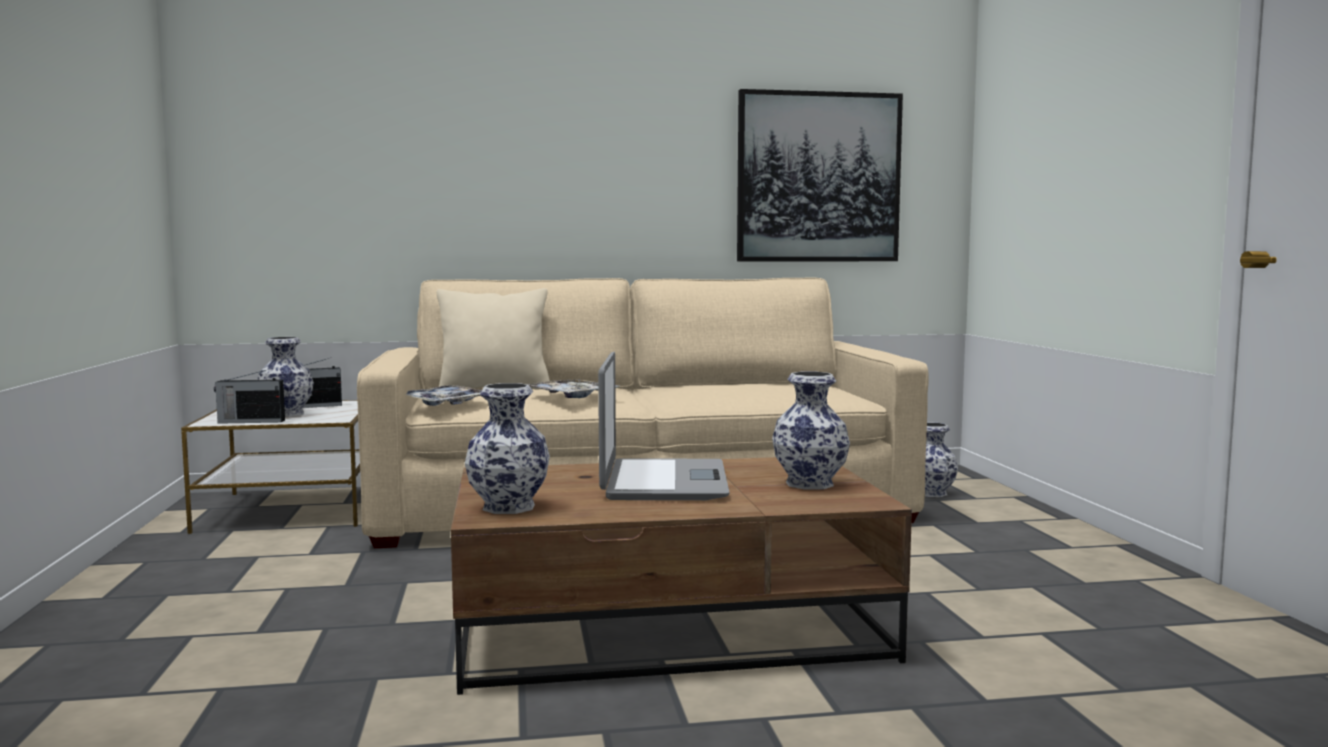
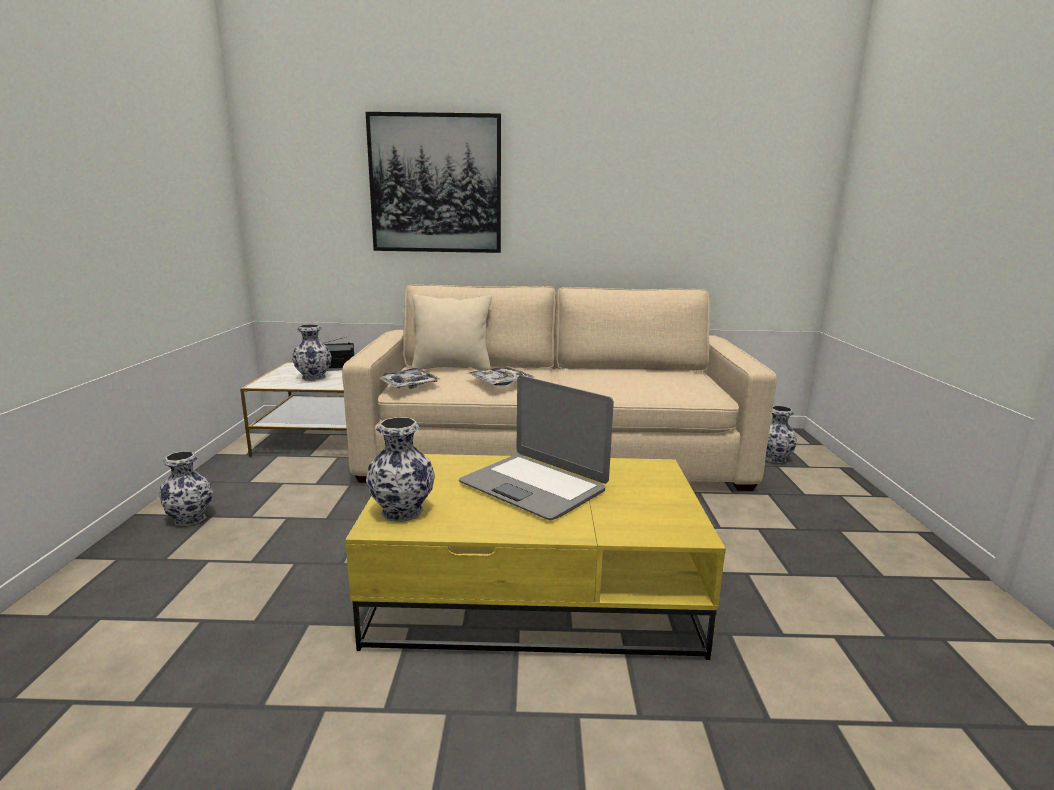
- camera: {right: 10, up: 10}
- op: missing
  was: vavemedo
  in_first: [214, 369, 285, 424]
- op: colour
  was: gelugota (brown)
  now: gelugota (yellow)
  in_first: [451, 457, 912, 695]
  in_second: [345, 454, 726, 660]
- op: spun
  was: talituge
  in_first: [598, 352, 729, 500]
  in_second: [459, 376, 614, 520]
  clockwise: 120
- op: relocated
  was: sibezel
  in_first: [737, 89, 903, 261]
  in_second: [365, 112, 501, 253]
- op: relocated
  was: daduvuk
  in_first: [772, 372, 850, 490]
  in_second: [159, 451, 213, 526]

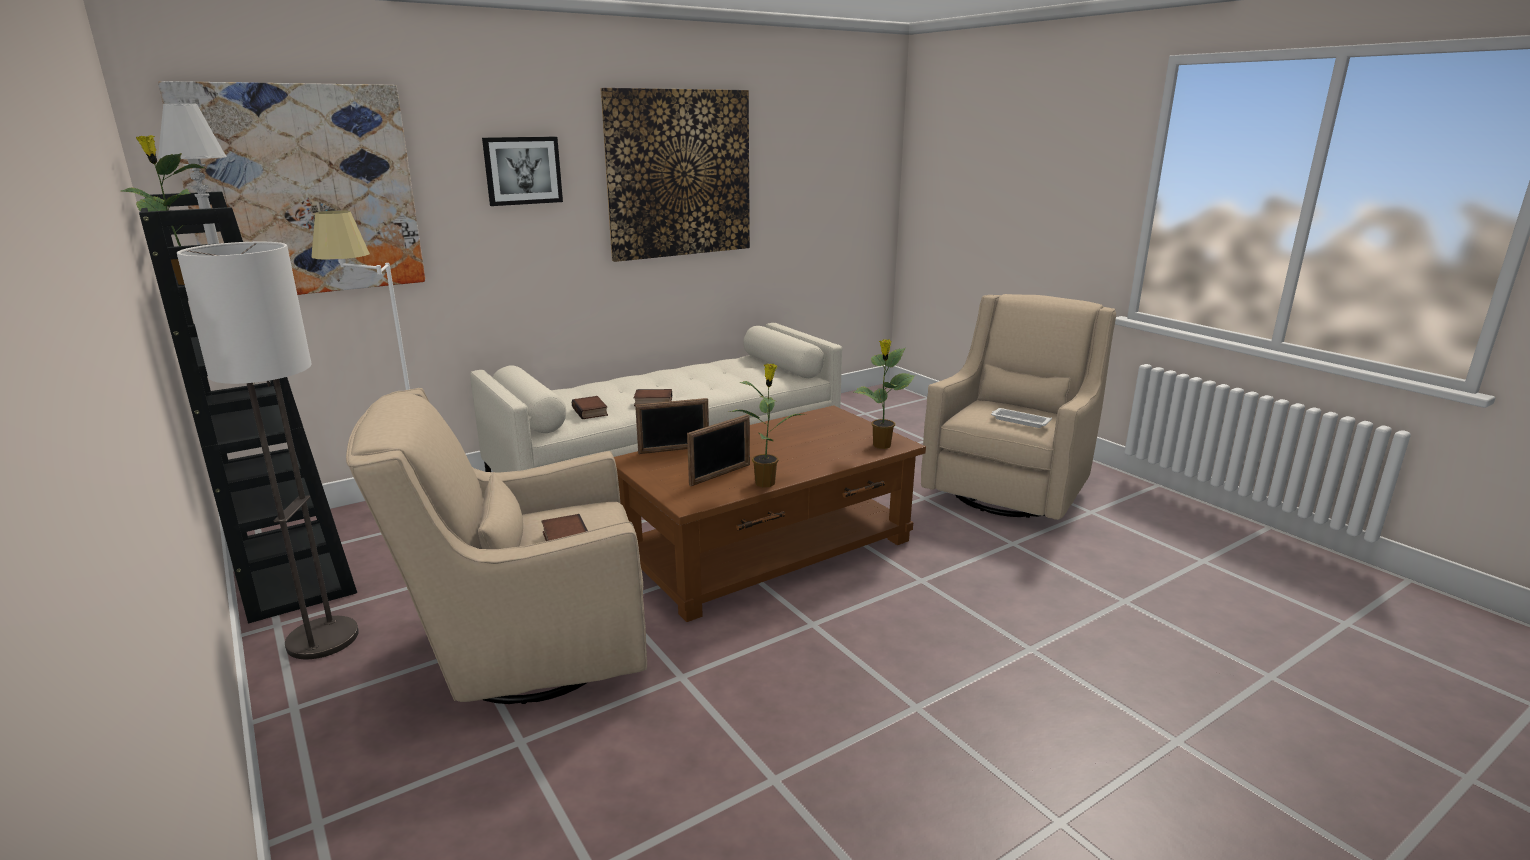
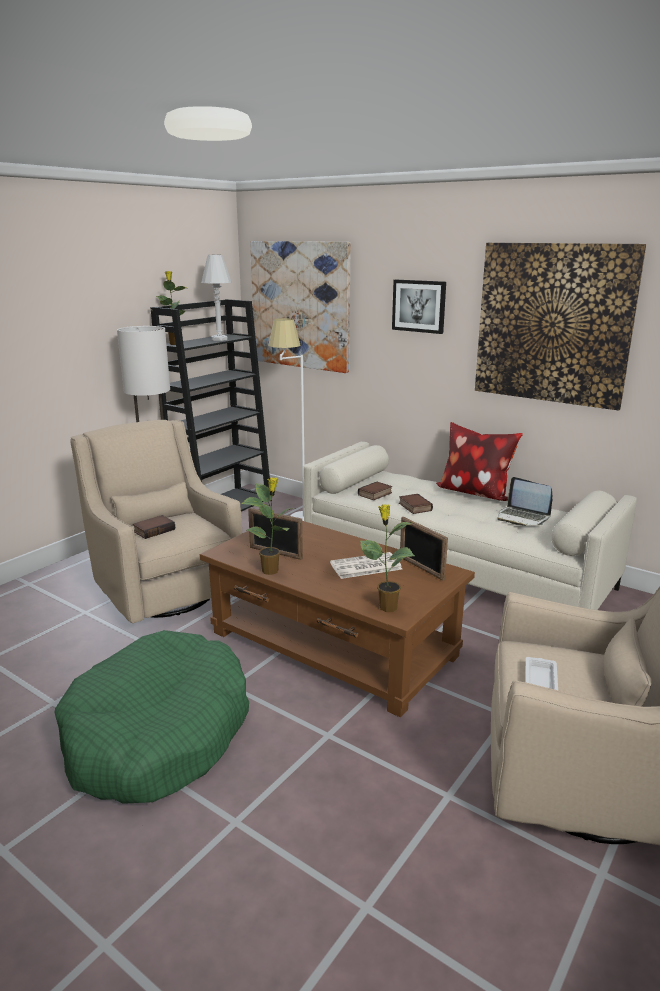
- camera: {right: 70, up: 0}
- op: relocated
  was: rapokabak
  in_first: [635, 398, 709, 454]
  in_second: [400, 517, 448, 581]
- op: appeared
  now: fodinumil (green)
  in_second: [54, 630, 249, 804]
- op: appeared
  now: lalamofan
  in_second: [330, 552, 402, 579]
- op: appeared
  now: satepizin
  in_second: [436, 422, 523, 501]
- op: appeared
  now: talituge
  in_second: [497, 477, 552, 526]

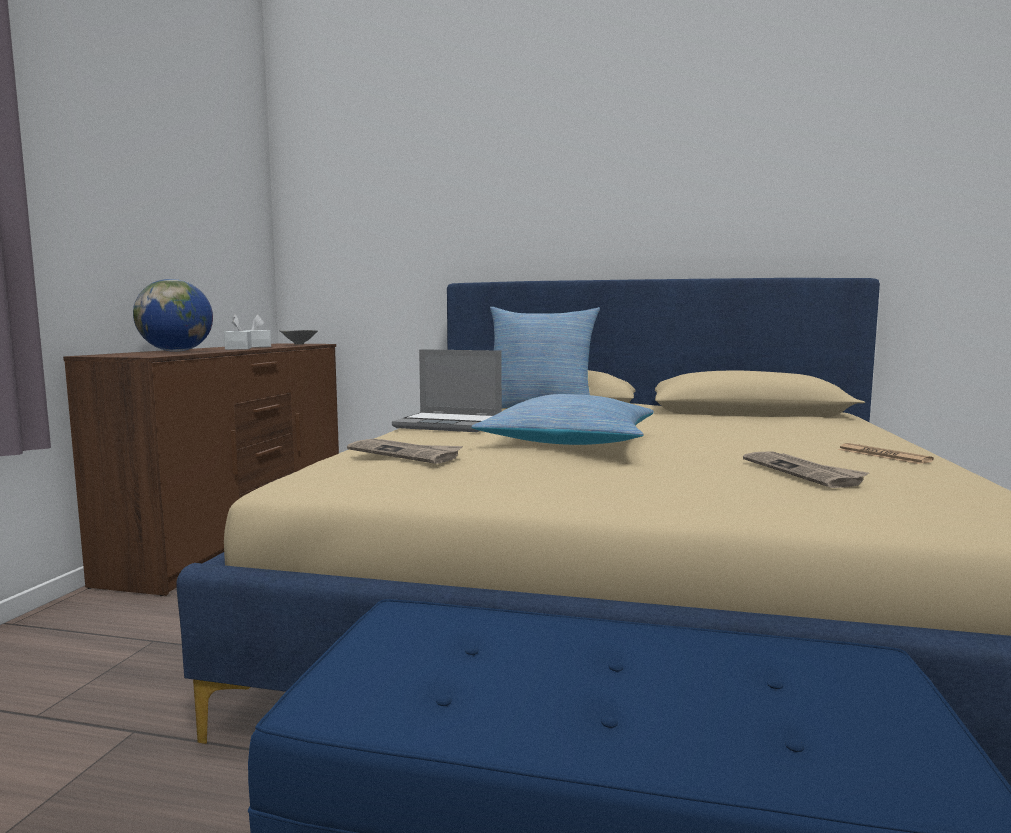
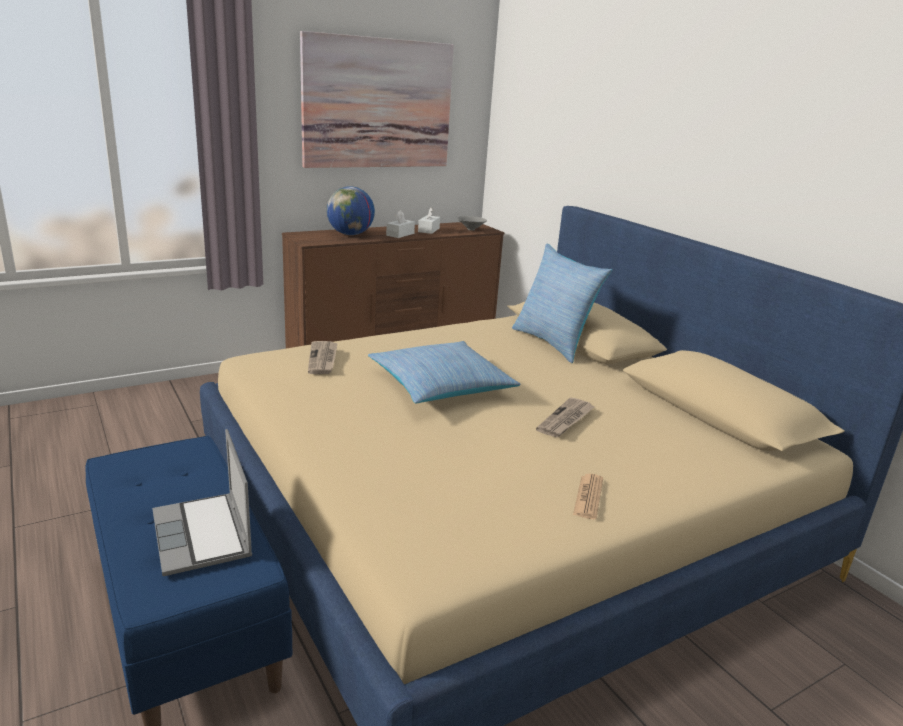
- camera: {right: 45, up: 15}
- op: relocated
  was: talituge
  in_first: [392, 349, 502, 432]
  in_second: [152, 429, 252, 576]
- op: relocated
  was: lalamofan
  in_first: [743, 452, 869, 488]
  in_second: [536, 397, 594, 438]
- op: appeared
  now: sibezel
  in_second: [300, 31, 454, 168]

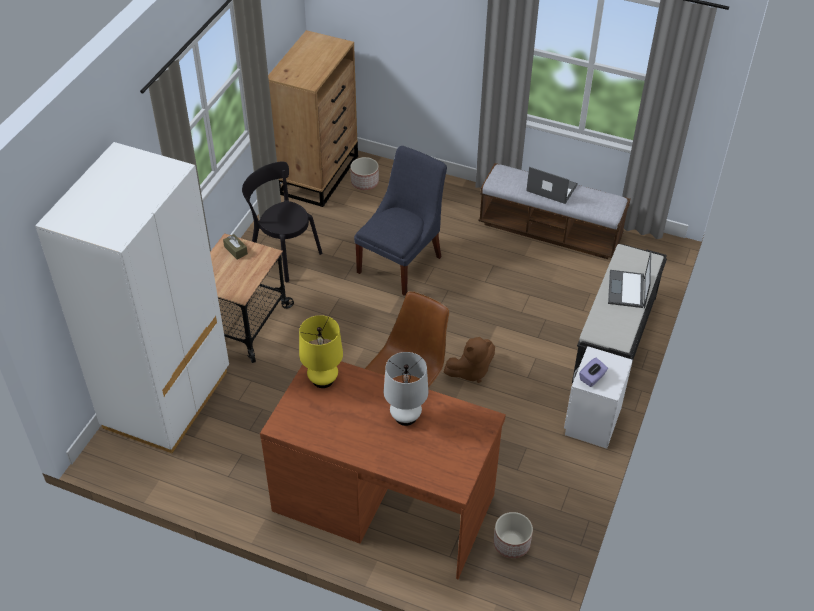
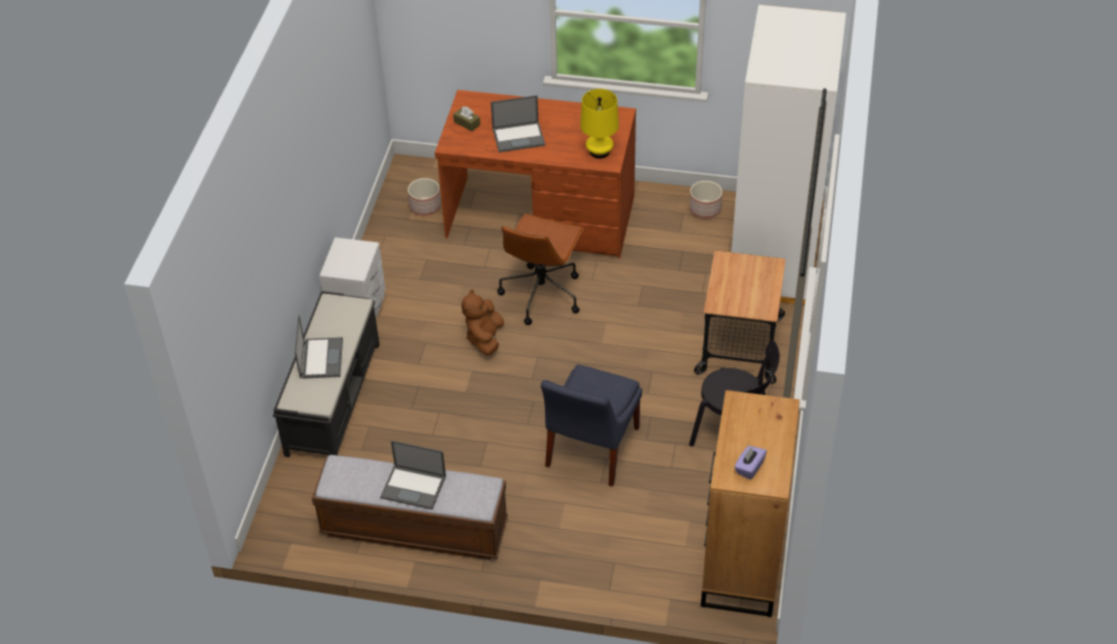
- camera: {right: 170, up: 0}
- op: relocated
  was: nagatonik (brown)
  in_first: [223, 234, 248, 260]
  in_second: [453, 107, 480, 131]
- op: relocated
  was: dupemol
  in_first: [350, 157, 379, 190]
  in_second: [689, 181, 722, 219]
- op: exchanged
  was: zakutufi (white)
  now: talituge
  in_first: [384, 352, 428, 426]
  in_second: [491, 95, 545, 152]
- op: spun
  was: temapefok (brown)
  in_first: [444, 337, 495, 383]
  in_second: [461, 289, 504, 356]
  clockwise: -45
- op: relocated
  was: nagatonik (purple)
  in_first: [579, 357, 608, 387]
  in_second: [734, 445, 767, 480]

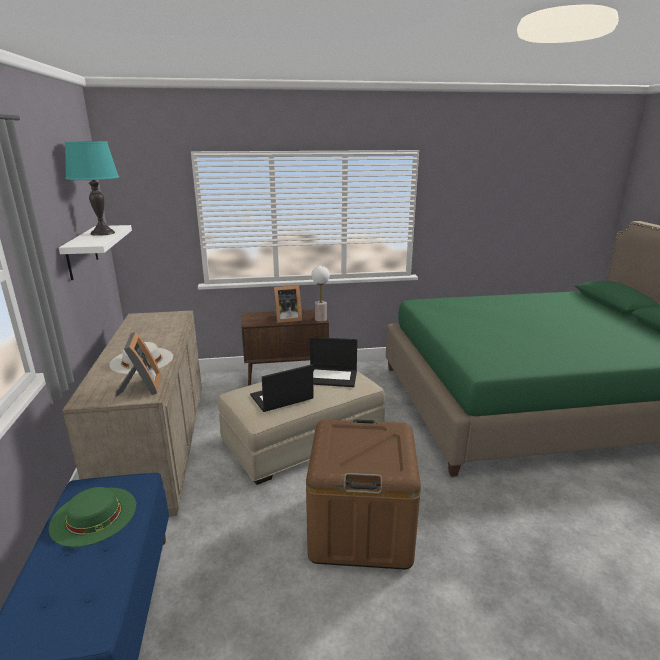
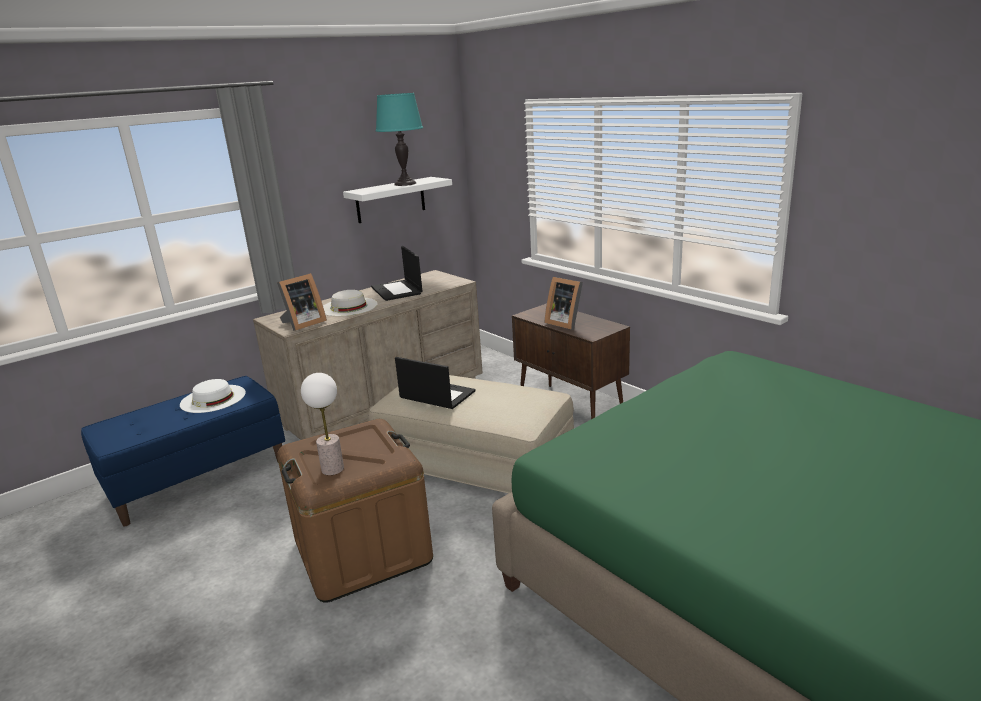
- camera: {right: 60, up: 0}
- op: colour
  was: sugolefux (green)
  now: sugolefux (white)
  in_first: [49, 487, 136, 547]
  in_second: [180, 379, 246, 413]
- op: relocated
  was: talituge
  in_first: [310, 337, 357, 387]
  in_second: [371, 246, 423, 301]
- op: relocated
  was: zakutufi
  in_first: [311, 266, 330, 322]
  in_second: [301, 373, 344, 475]

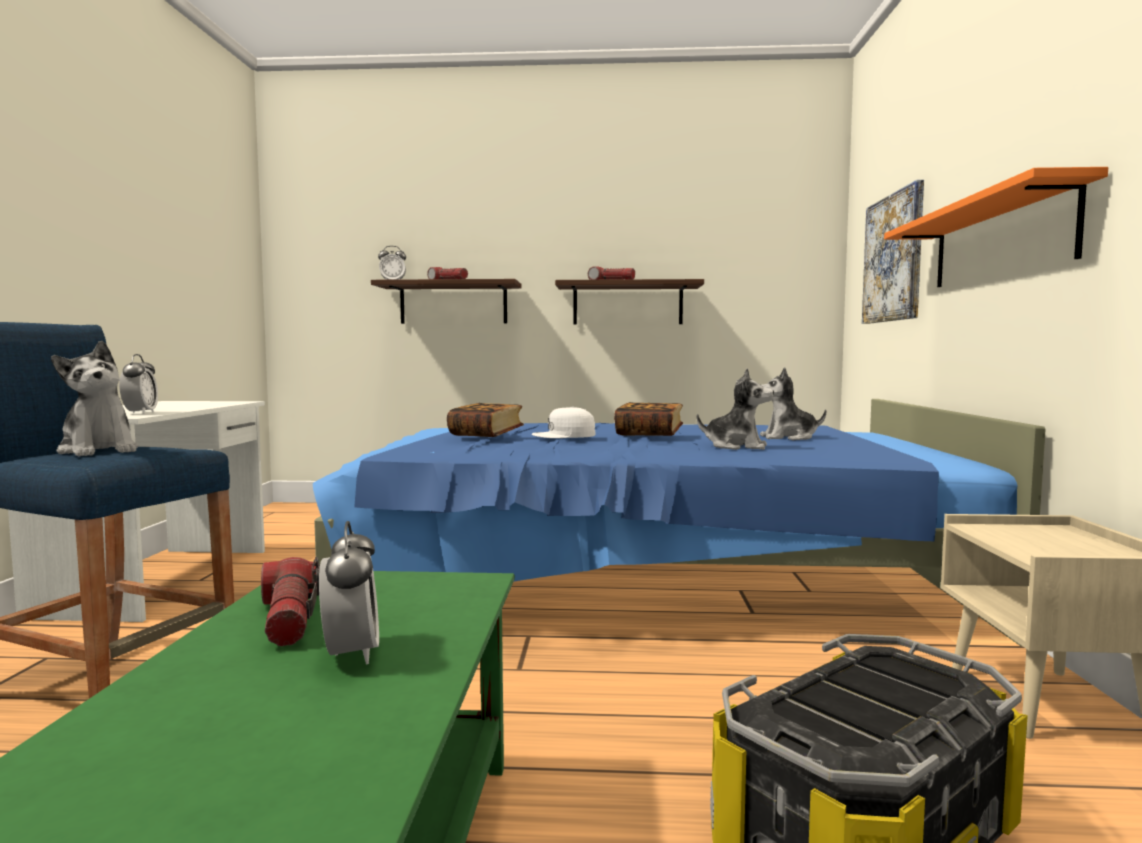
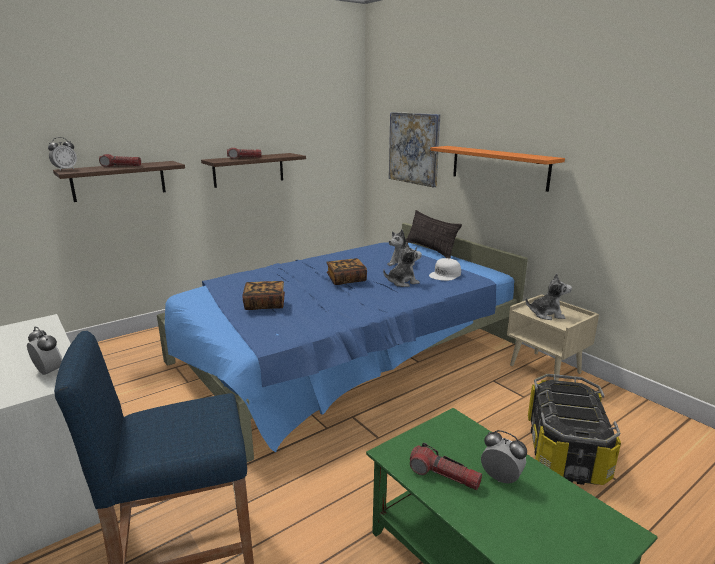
- camera: {right: -40, up: 15}
- op: relocated
  was: temapefok
  in_first: [51, 341, 139, 456]
  in_second: [526, 273, 572, 320]
- op: relocated
  was: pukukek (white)
  in_first: [532, 407, 595, 438]
  in_second: [429, 258, 461, 281]
- op: appeared
  now: satepizin
  in_second: [406, 210, 462, 259]

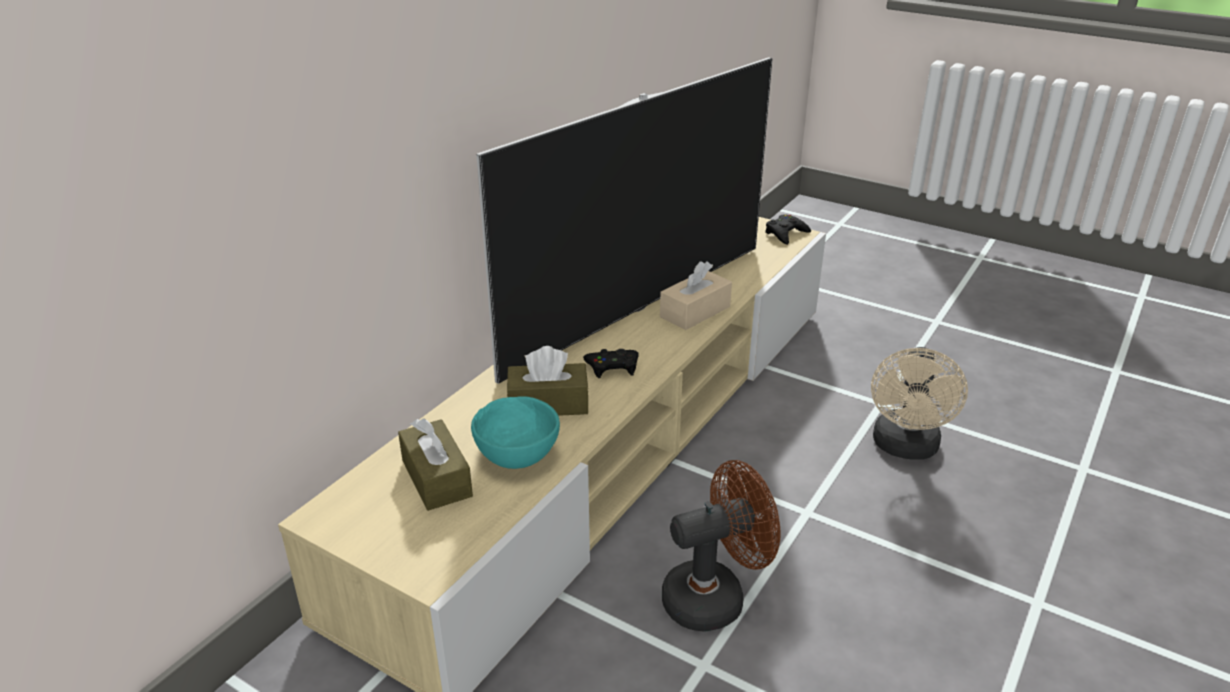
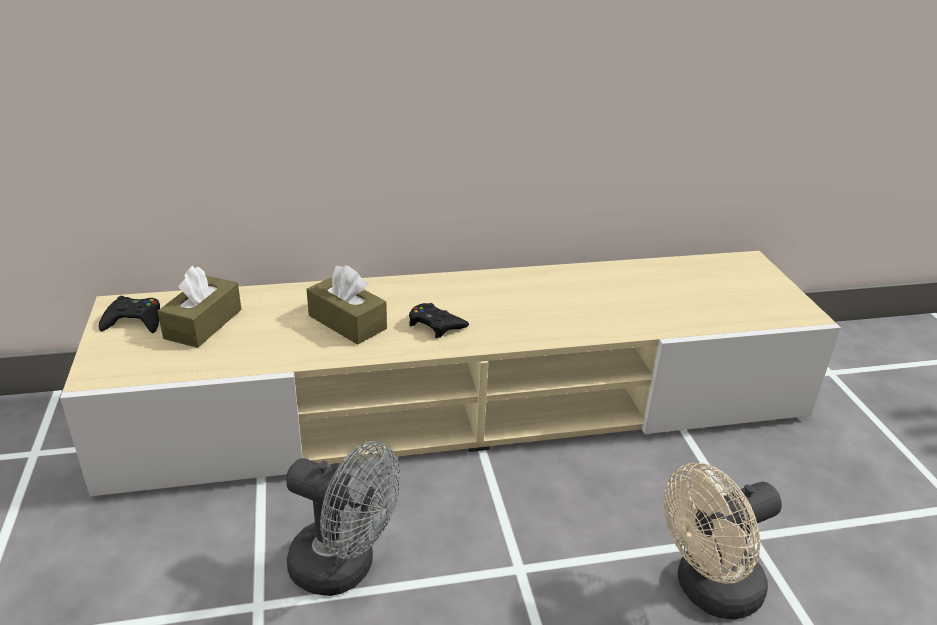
- camera: {right: 45, up: 0}
- op: missing
  was: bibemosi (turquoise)
  in_first: [471, 396, 560, 469]
- op: missing
  was: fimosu
  in_first: [476, 57, 772, 384]
- op: missing
  was: nagatonik (beige)
  in_first: [660, 261, 732, 330]
- op: colour
  was: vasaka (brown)
  now: vasaka (grey)
  in_first: [662, 460, 781, 632]
  in_second: [286, 441, 400, 596]
- op: relocated
  was: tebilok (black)
  in_first: [765, 214, 811, 245]
  in_second: [98, 296, 160, 333]

